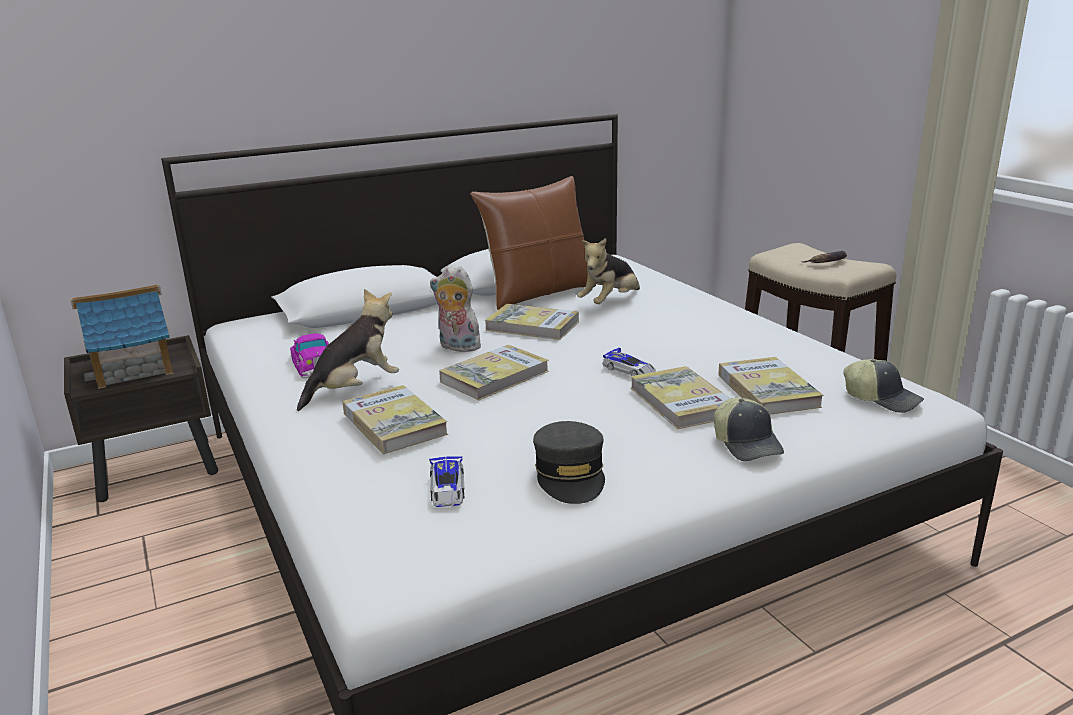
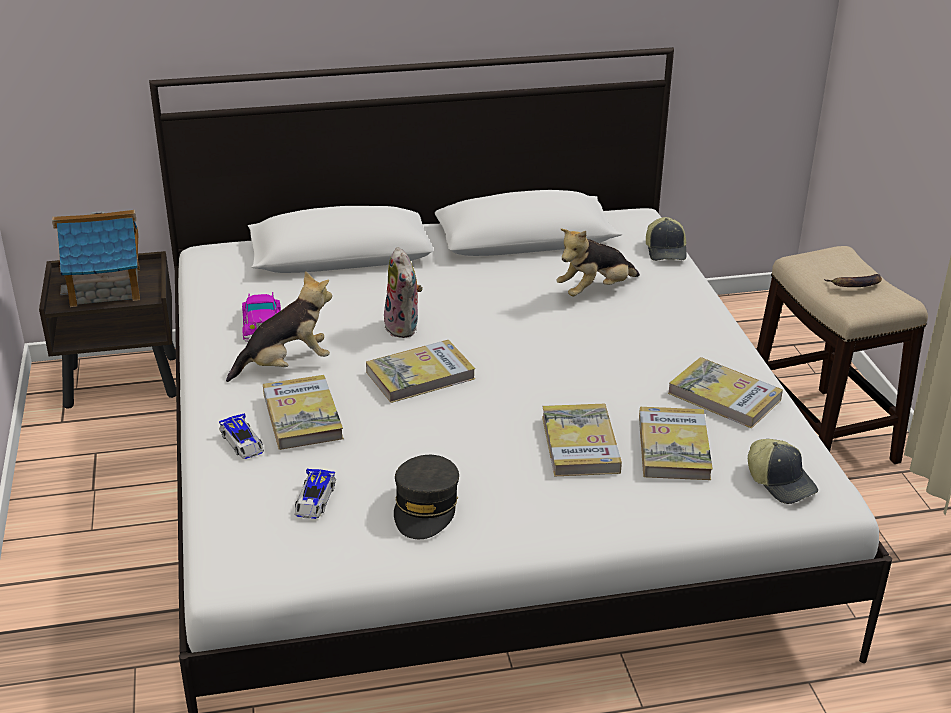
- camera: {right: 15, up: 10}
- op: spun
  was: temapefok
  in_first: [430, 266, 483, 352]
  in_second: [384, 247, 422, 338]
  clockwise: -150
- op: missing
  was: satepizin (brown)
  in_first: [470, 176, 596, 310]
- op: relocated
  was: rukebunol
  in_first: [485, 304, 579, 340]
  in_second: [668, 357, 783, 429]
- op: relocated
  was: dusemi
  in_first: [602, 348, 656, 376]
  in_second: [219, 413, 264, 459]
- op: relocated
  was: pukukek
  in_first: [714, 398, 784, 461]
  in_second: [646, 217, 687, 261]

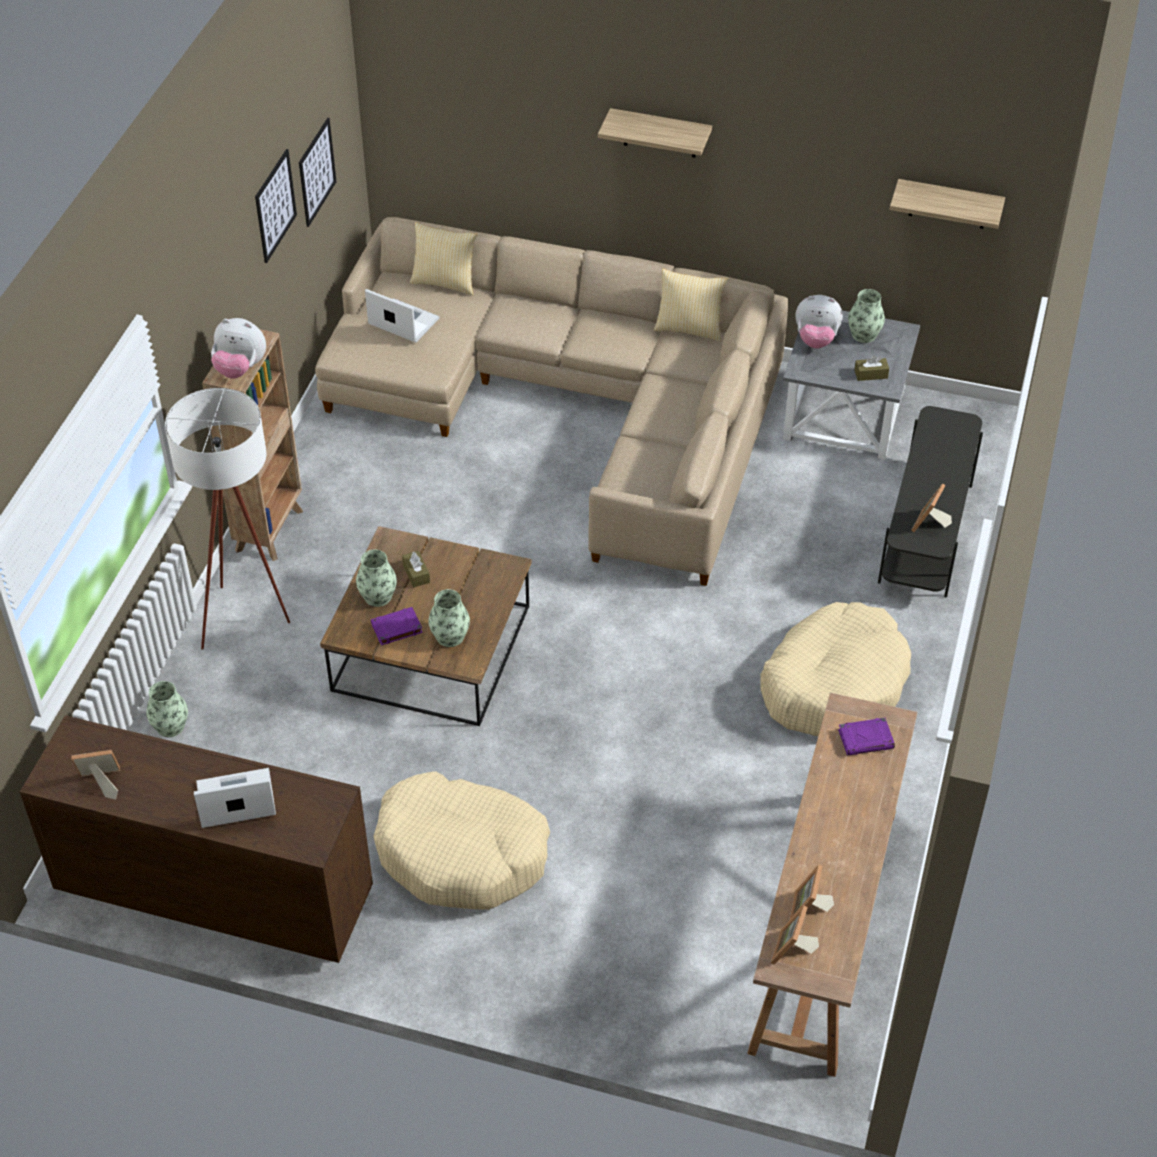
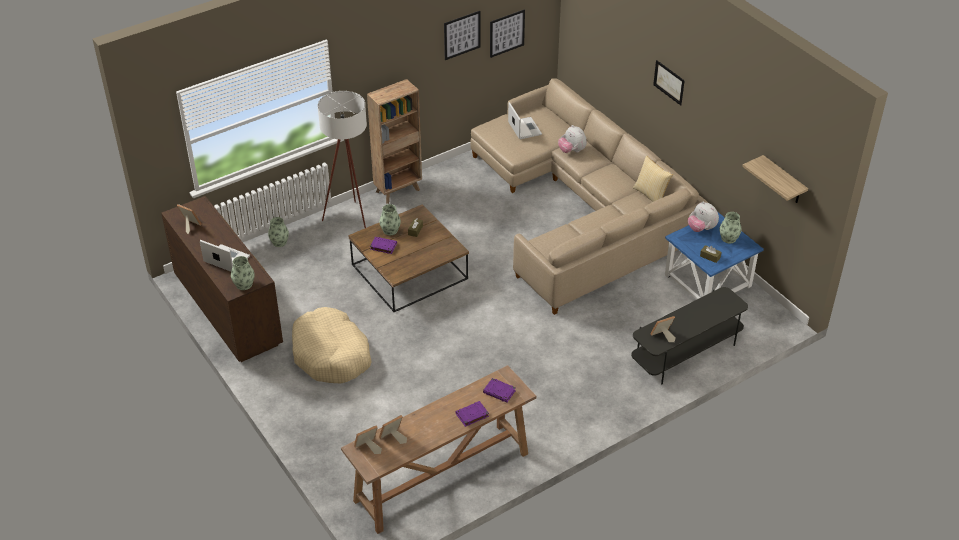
- camera: {right: 40, up: -5}
- op: relocated
  was: temapefok
  in_first: [211, 318, 266, 379]
  in_second: [558, 125, 587, 153]
- op: missing
  was: satepizin
  in_first: [410, 222, 478, 296]
- op: relocated
  was: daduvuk
  in_first: [428, 589, 470, 647]
  in_second: [231, 256, 255, 290]
- op: exchanged
  was: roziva
  now: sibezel
  in_first: [598, 108, 712, 158]
  in_second: [653, 60, 685, 106]
- op: missing
  was: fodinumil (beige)
  in_first: [761, 602, 911, 736]
- op: colour
  was: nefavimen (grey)
  now: nefavimen (blue)
  in_first: [783, 311, 920, 460]
  in_second: [665, 212, 764, 300]
- op: appeared
  now: rukebunol (purple)
  in_second: [456, 401, 489, 427]

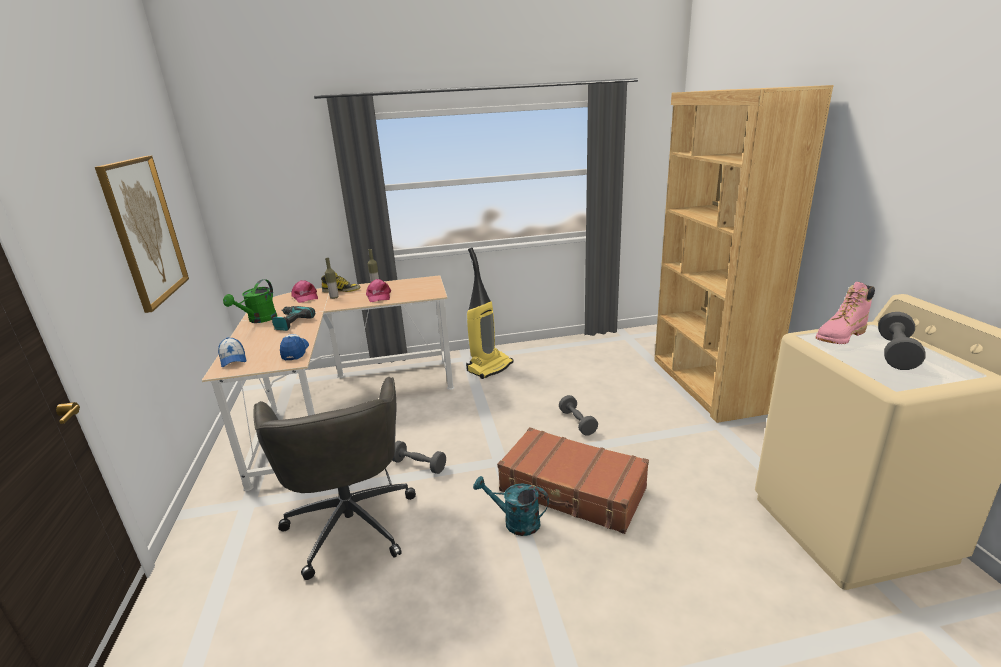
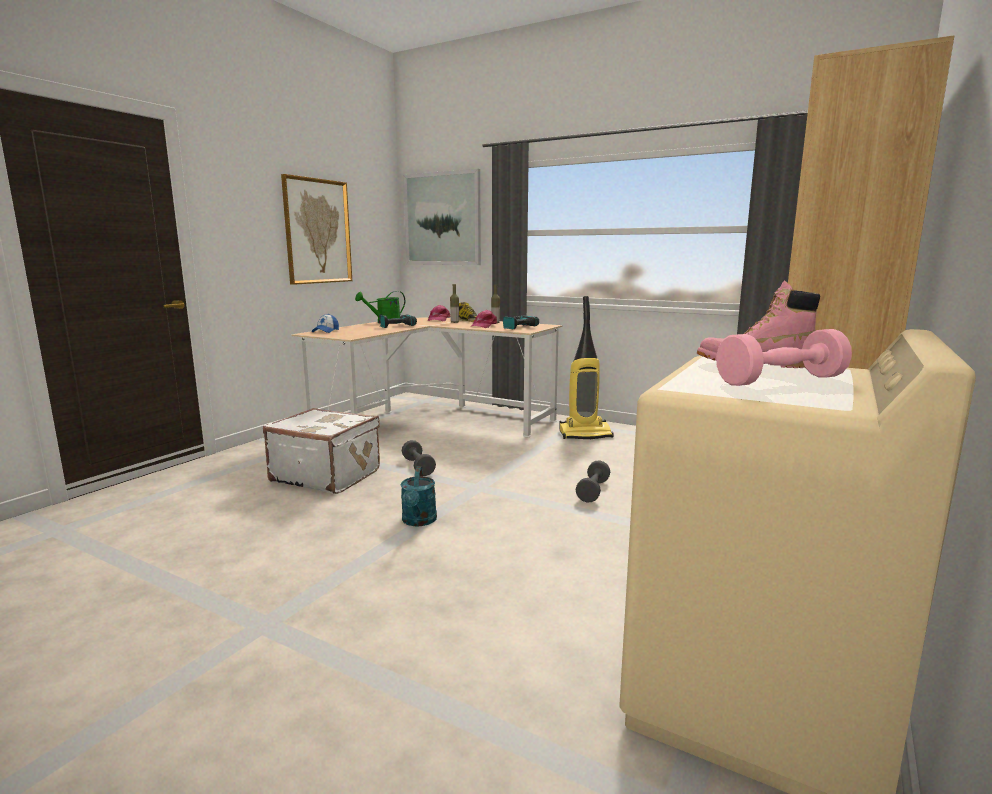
- camera: {right: 40, up: -10}
- op: exchanged
  was: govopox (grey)
  now: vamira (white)
  in_first: [253, 377, 416, 580]
  in_second: [263, 408, 380, 494]
- op: missing
  was: pukukek
  in_first: [280, 334, 309, 361]
- op: spun
  was: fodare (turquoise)
  in_first: [473, 476, 549, 536]
  in_second: [401, 467, 437, 526]
  clockwise: -150
- op: missing
  was: vamira (brown)
  in_first: [497, 427, 649, 534]
- op: colour
  was: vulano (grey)
  now: vulano (pink)
  in_first: [878, 312, 926, 370]
  in_second: [716, 329, 852, 386]
- op: appeared
  now: sibezel
  in_second: [403, 169, 481, 265]
- op: appeared
  now: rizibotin
  in_second: [503, 315, 539, 330]

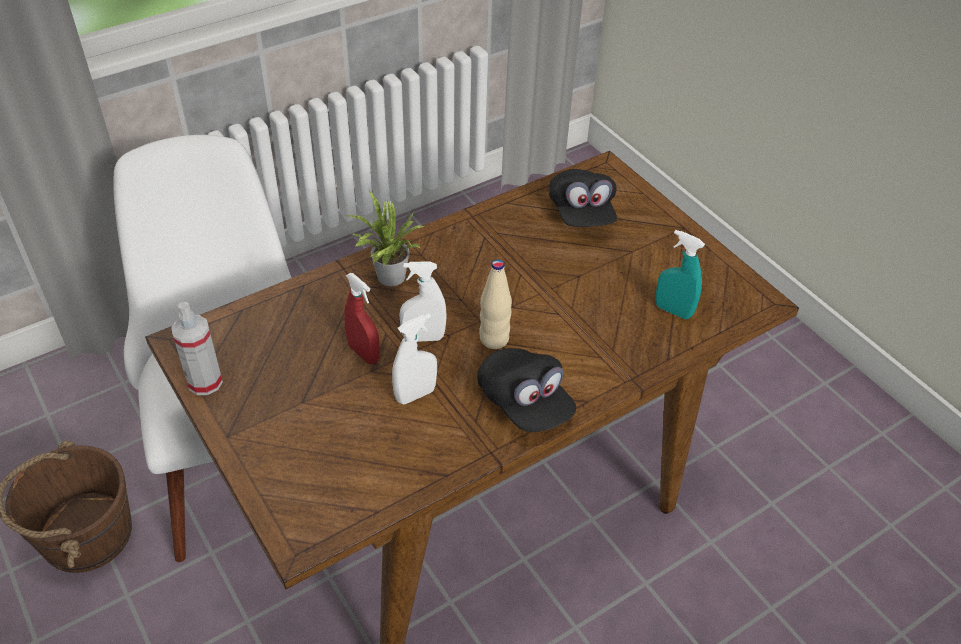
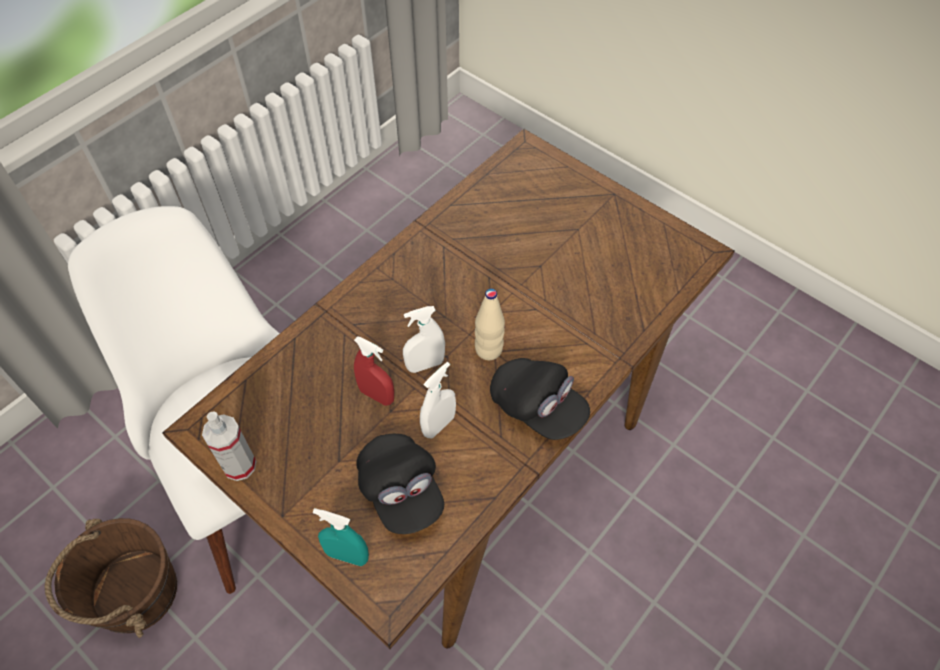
- camera: {right: -15, up: 10}
- op: missing
  was: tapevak
  in_first: [346, 191, 424, 286]
- op: relocated
  was: pukukek (black)
  in_first: [549, 169, 617, 227]
  in_second: [356, 434, 444, 534]
- op: relocated
  was: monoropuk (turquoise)
  in_first: [656, 230, 705, 319]
  in_second: [313, 508, 369, 566]

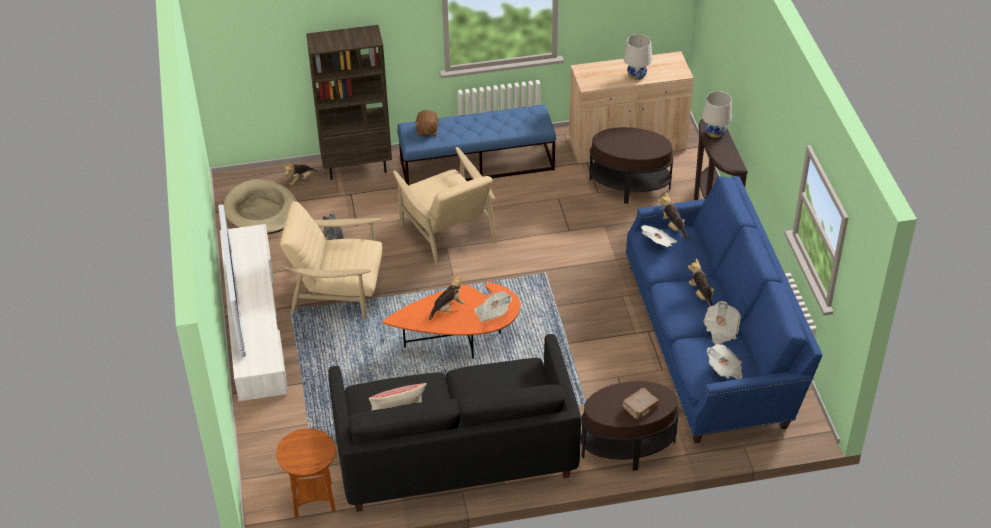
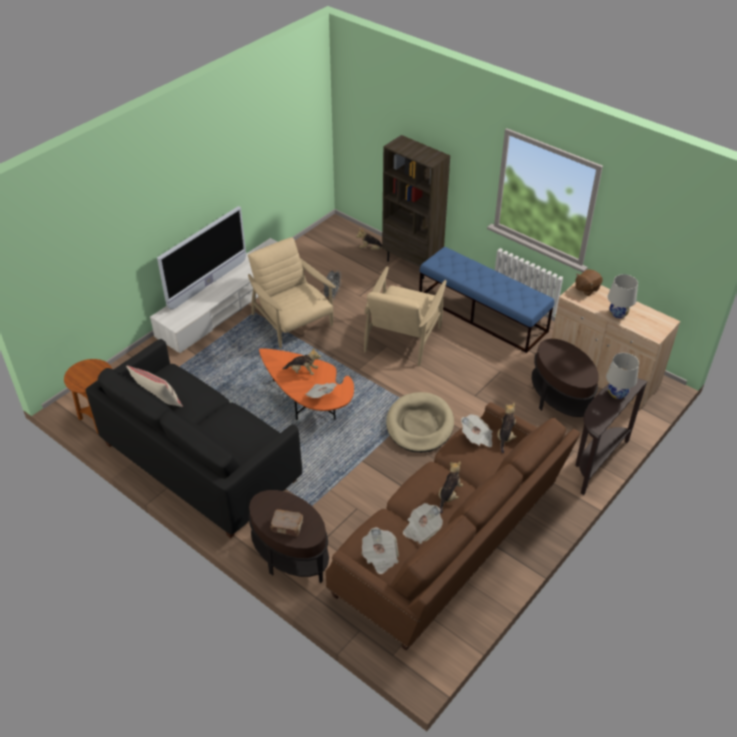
- camera: {right: 50, up: 0}
- op: relocated
  was: fodinumil (beige)
  in_first: [223, 179, 297, 234]
  in_second: [386, 392, 454, 453]
- op: relocated
  was: temapefok (brown)
  in_first: [415, 110, 438, 136]
  in_second: [575, 269, 603, 296]
- op: colour
  was: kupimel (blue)
  now: kupimel (brown)
  in_first: [626, 176, 822, 443]
  in_second: [326, 402, 580, 650]

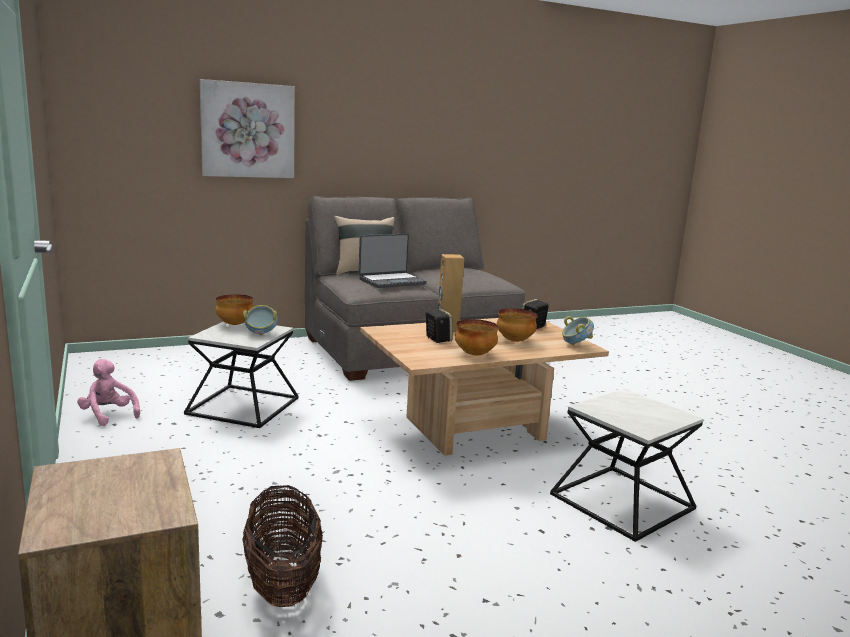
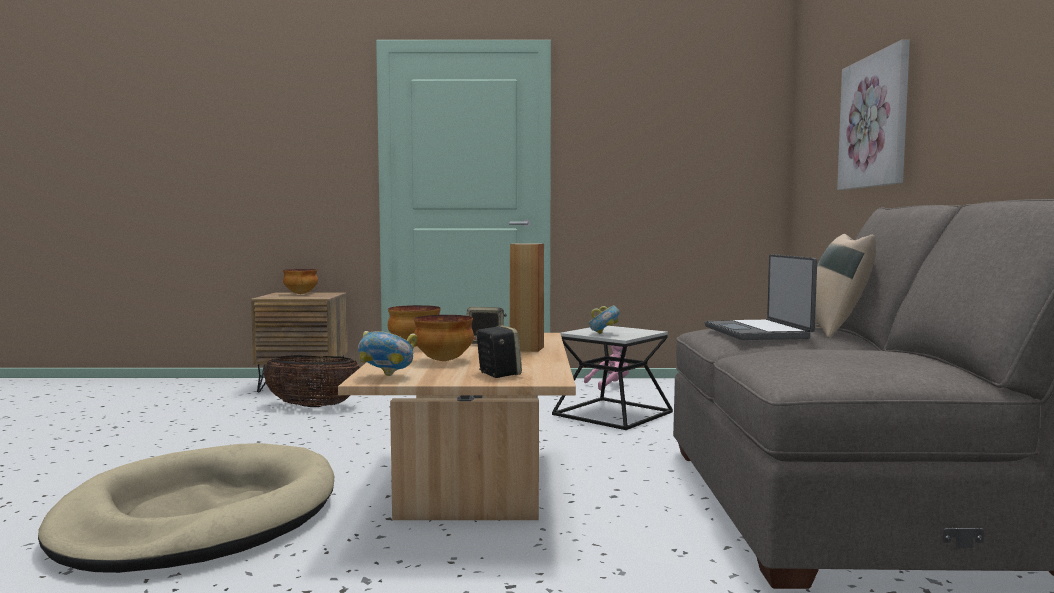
- camera: {right: 115, up: -10}
- op: relocated
  was: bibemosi
  in_first: [215, 294, 253, 325]
  in_second: [283, 269, 318, 294]
- op: exchanged
  was: nefavimen
  now: fodinumil (beige)
  in_first: [550, 389, 703, 542]
  in_second: [38, 443, 334, 573]

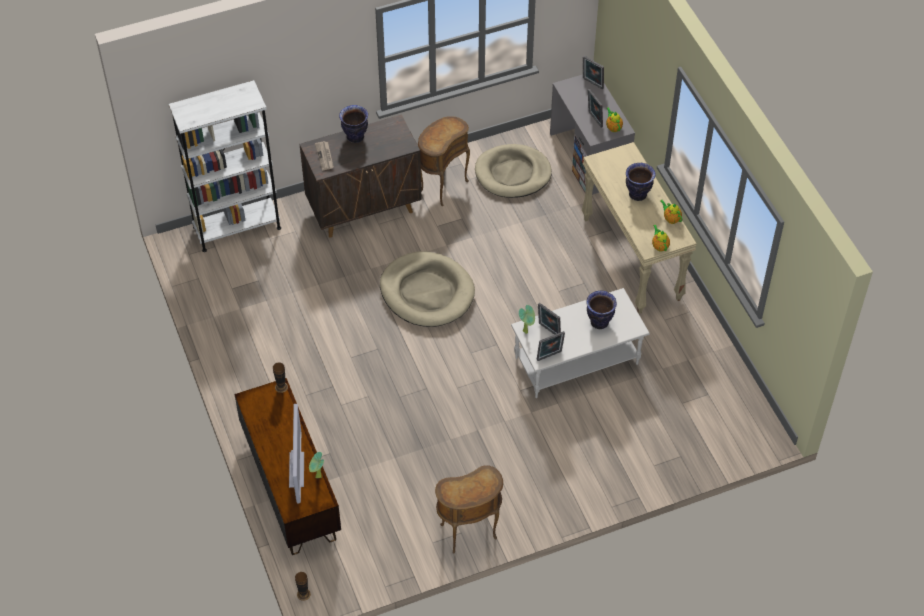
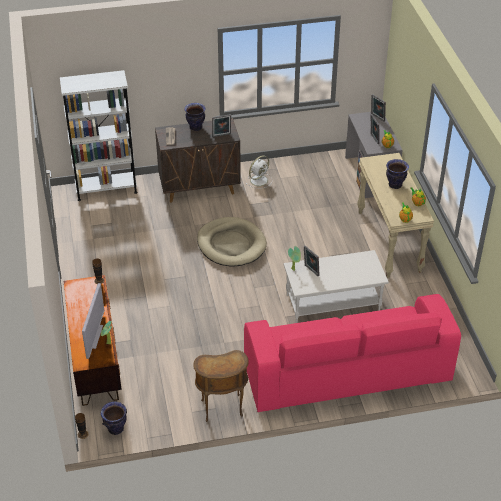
- camera: {right: 10, up: -10}
- op: exchanged
  was: nefavimen (brown)
  now: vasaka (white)
  in_first: [418, 116, 470, 206]
  in_second: [246, 156, 272, 189]
- op: missing
  was: fodinumil (beige)
  in_first: [475, 144, 552, 198]
- op: relocated
  was: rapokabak
  in_first: [537, 331, 565, 361]
  in_second: [212, 114, 231, 137]
- op: relocated
  was: daduvuk
  in_first: [587, 291, 617, 329]
  in_second: [101, 402, 127, 435]
- op: appeared
  now: kupimel (pink)
  in_second: [244, 294, 461, 412]

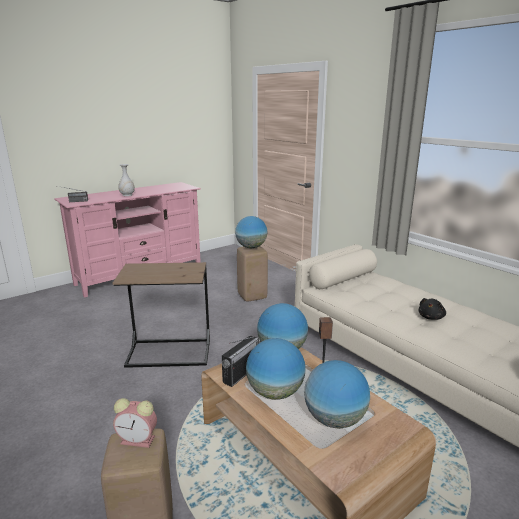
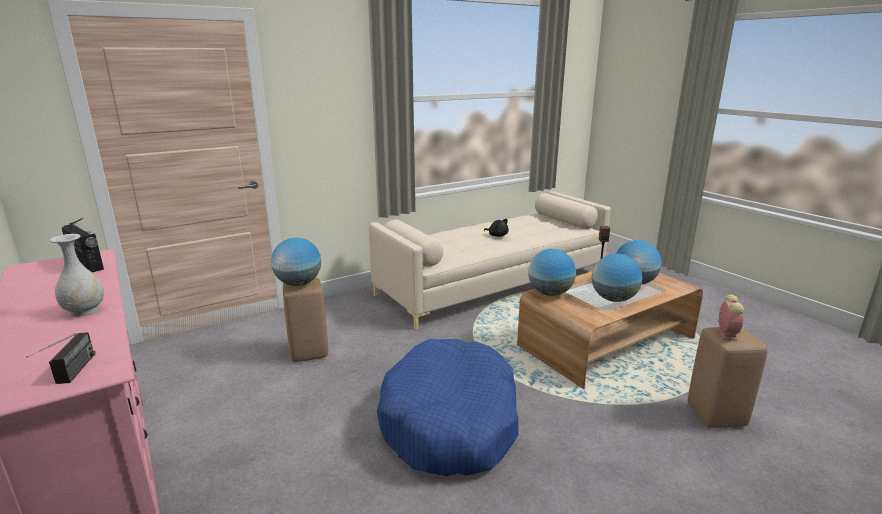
- camera: {right: -85, up: 0}
- op: exchanged
  was: nefavimen (brown)
  now: fodinumil (blue)
  in_first: [113, 262, 210, 368]
  in_second: [377, 339, 519, 476]
- op: relocated
  was: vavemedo
  in_first: [222, 336, 260, 387]
  in_second: [62, 218, 104, 272]

